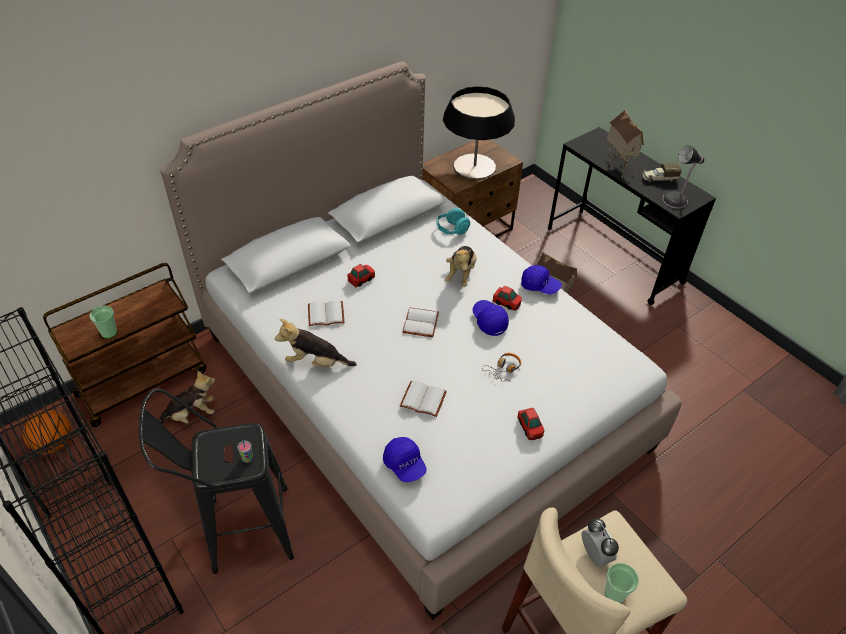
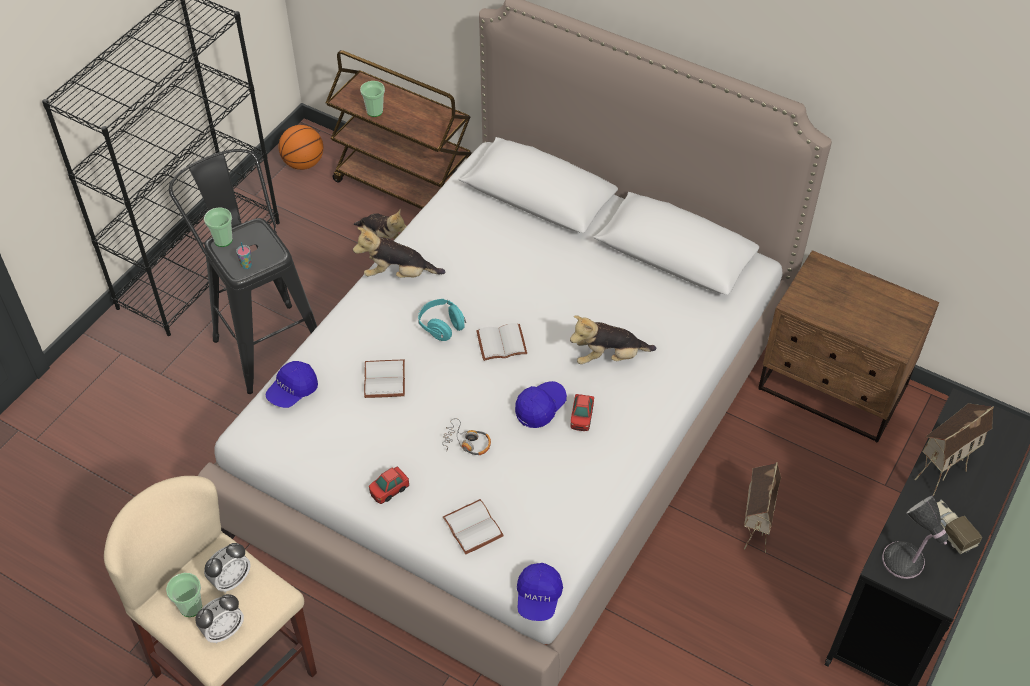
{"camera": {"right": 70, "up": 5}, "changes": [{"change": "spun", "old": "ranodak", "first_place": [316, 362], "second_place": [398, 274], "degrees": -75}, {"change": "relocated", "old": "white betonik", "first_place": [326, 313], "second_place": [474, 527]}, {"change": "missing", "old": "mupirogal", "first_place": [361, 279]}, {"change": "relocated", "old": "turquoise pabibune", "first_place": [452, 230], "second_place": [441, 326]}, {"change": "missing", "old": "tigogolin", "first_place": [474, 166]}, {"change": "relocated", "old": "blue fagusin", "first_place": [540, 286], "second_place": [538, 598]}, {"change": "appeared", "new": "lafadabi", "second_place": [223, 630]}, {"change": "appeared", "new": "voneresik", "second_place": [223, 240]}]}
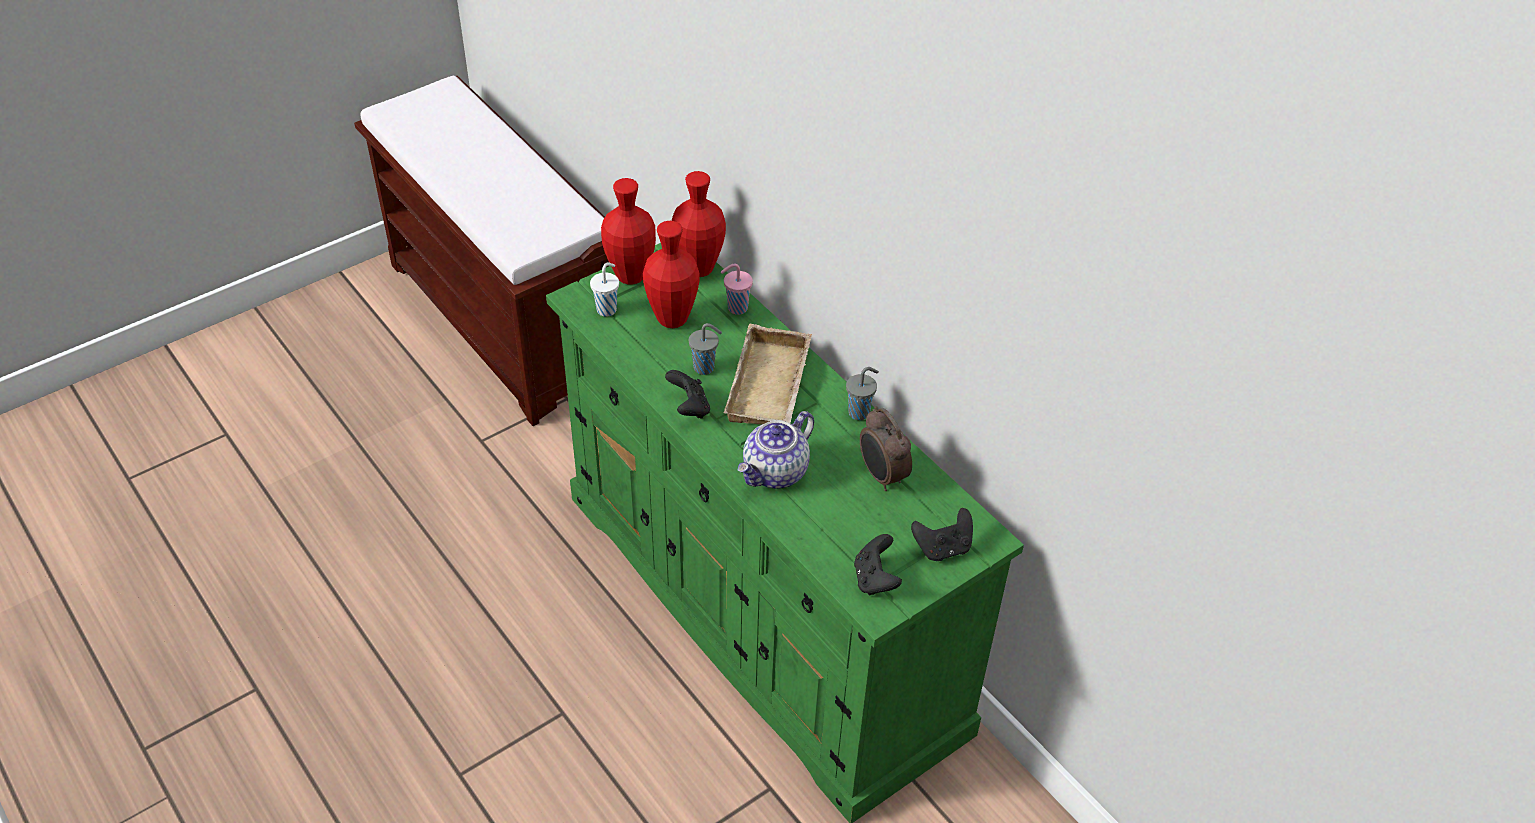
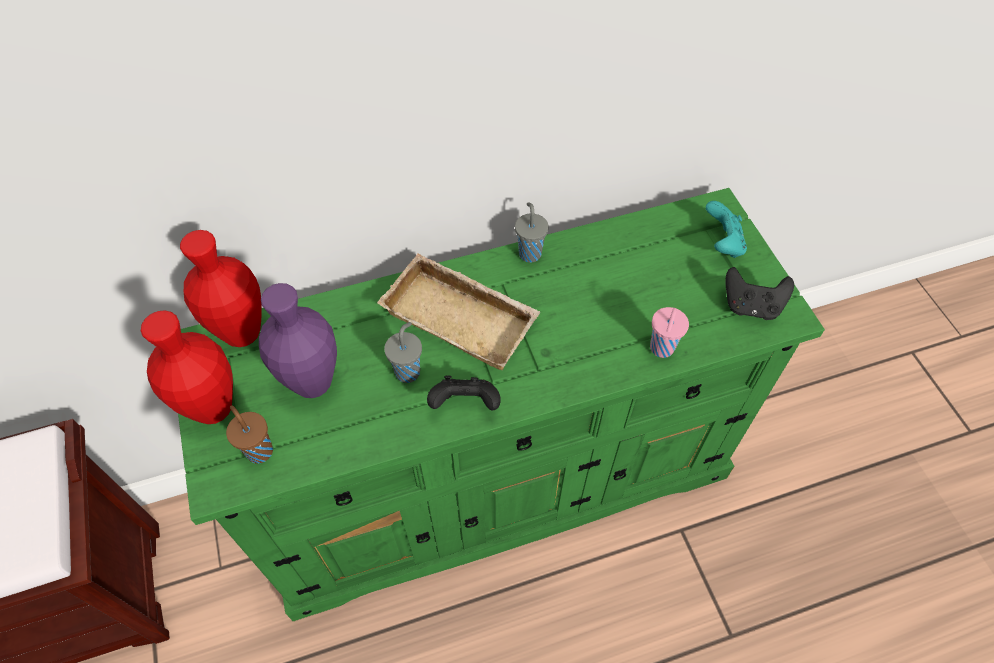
{"camera": {"right": -70, "up": 10}, "changes": [{"change": "colour", "old": "white voneresik", "new": "brown voneresik", "first_place": [607, 309], "second_place": [259, 450]}, {"change": "colour", "old": "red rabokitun", "new": "purple rabokitun", "first_place": [672, 319], "second_place": [313, 383]}, {"change": "relocated", "old": "pink voneresik", "first_place": [736, 308], "second_place": [661, 349]}, {"change": "missing", "old": "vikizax", "first_place": [776, 472]}, {"change": "missing", "old": "lafadabi", "first_place": [881, 476]}, {"change": "colour", "old": "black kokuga", "new": "turquoise kokuga", "first_place": [942, 548], "second_place": [722, 244]}]}
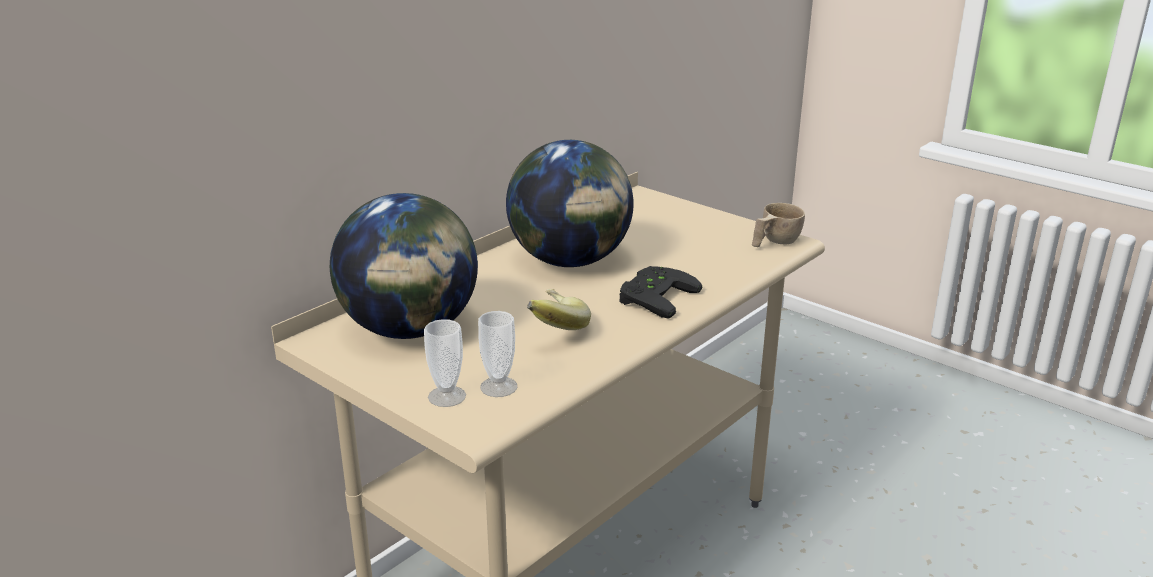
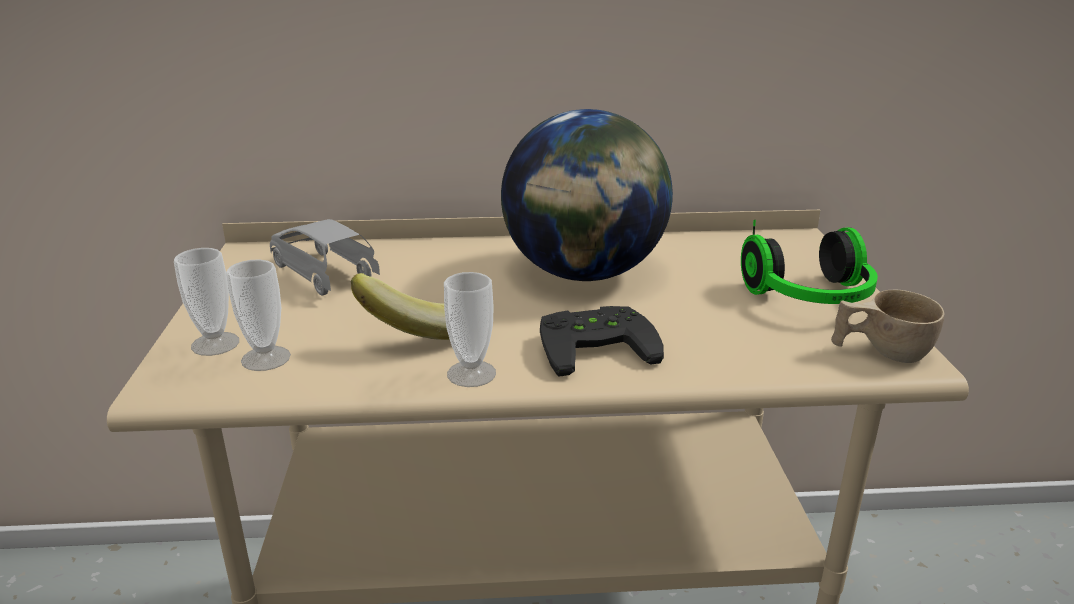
{"camera": {"right": 45, "up": 0}, "changes": [{"change": "exchanged", "old": "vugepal", "new": "grey mupirogal", "first_place": [410, 330], "second_place": [323, 274]}, {"change": "appeared", "new": "voneresik", "second_place": [471, 374]}, {"change": "appeared", "new": "pabibune", "second_place": [811, 299]}]}
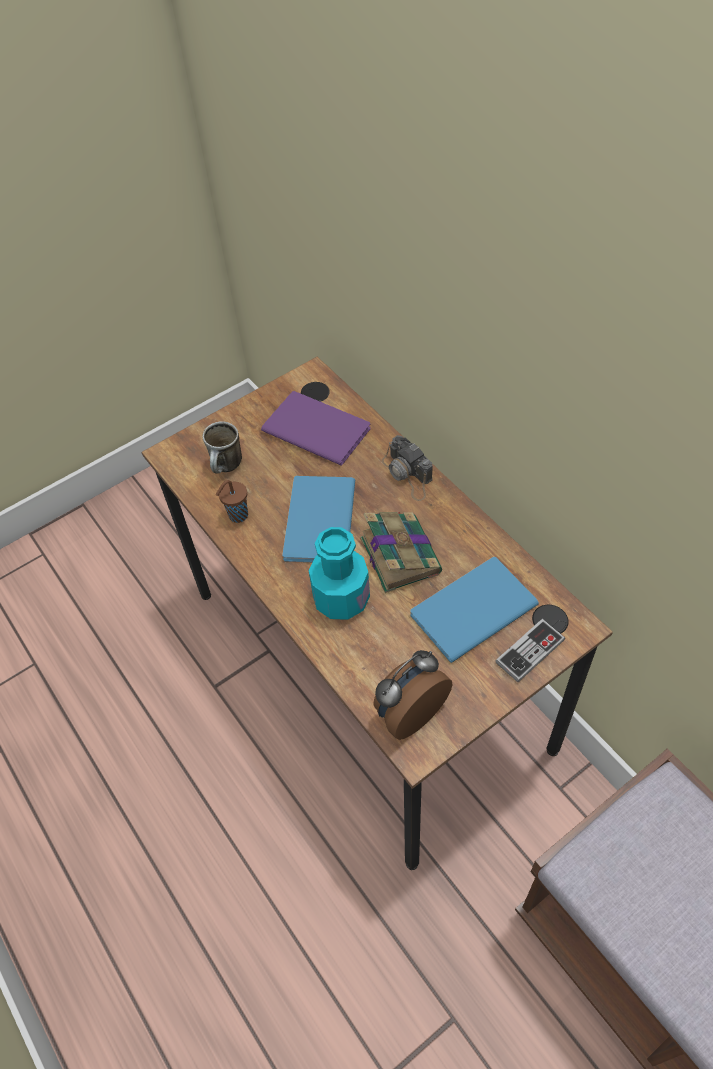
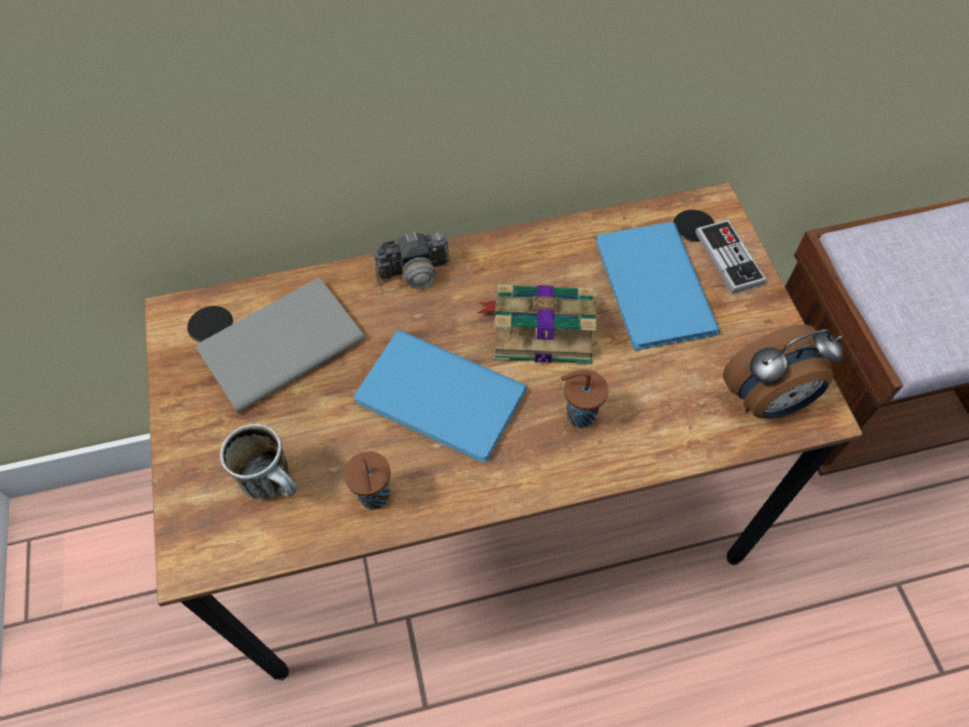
{"camera": {"right": -70, "up": 5}, "changes": [{"change": "colour", "old": "purple betonik", "new": "grey betonik", "first_place": [315, 427], "second_place": [276, 344]}, {"change": "exchanged", "old": "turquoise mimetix", "new": "brown voneresik", "first_place": [341, 599], "second_place": [578, 415]}, {"change": "spun", "old": "lafadabi", "first_place": [409, 712], "second_place": [767, 401], "degrees": -90}]}
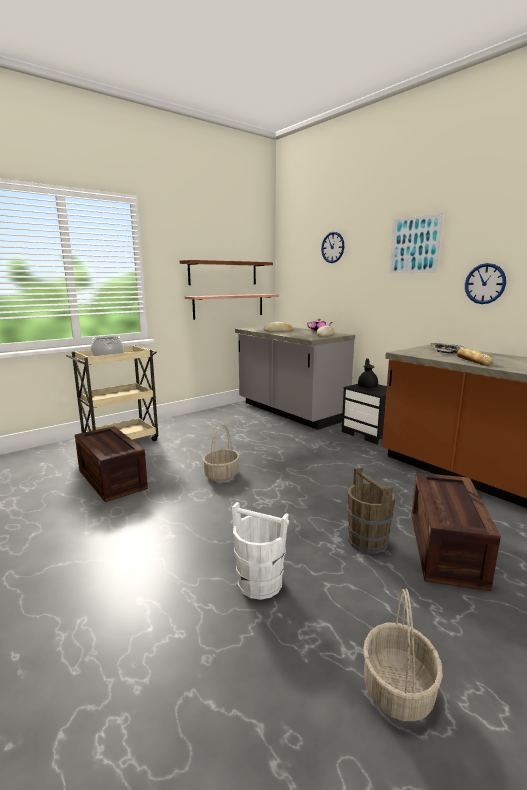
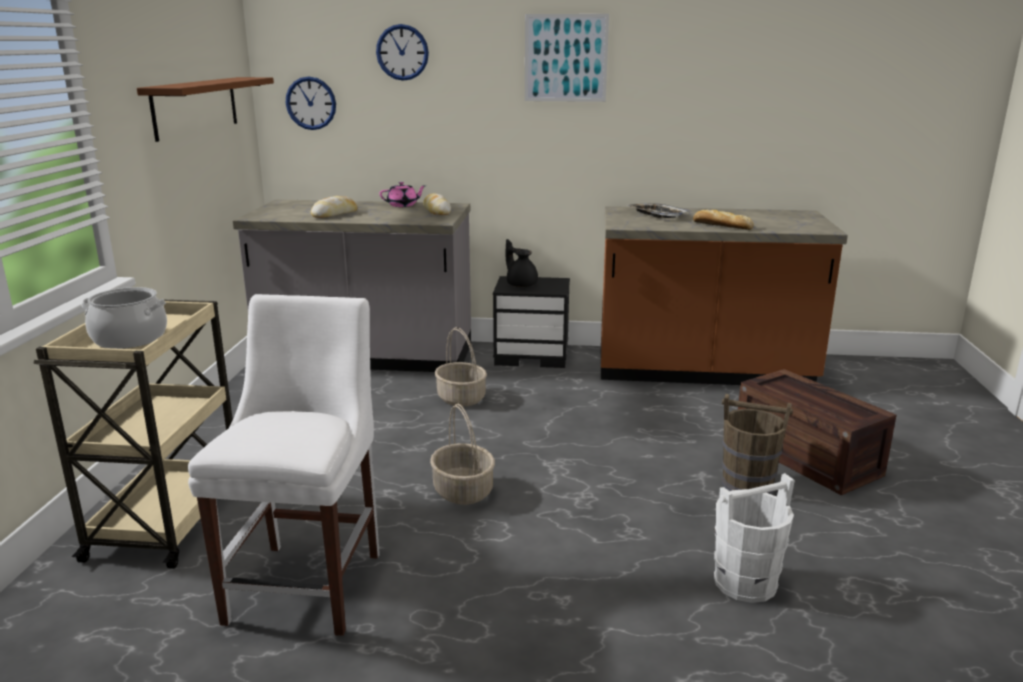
{"camera": {"right": -45, "up": 5}, "changes": [{"change": "exchanged", "old": "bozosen", "new": "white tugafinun", "first_place": [113, 479], "second_place": [309, 582]}, {"change": "missing", "old": "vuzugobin", "first_place": [229, 306]}, {"change": "relocated", "old": "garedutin", "first_place": [399, 690], "second_place": [462, 398]}, {"change": "relocated", "old": "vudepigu", "first_place": [485, 283], "second_place": [311, 103]}]}
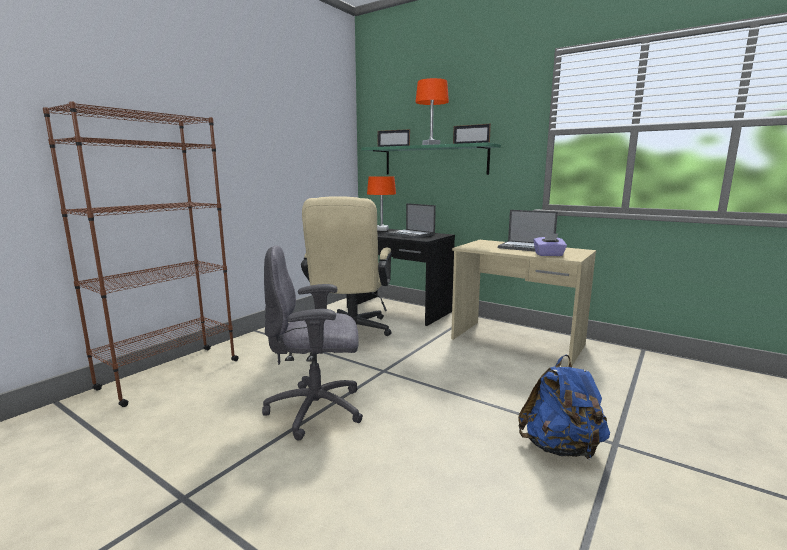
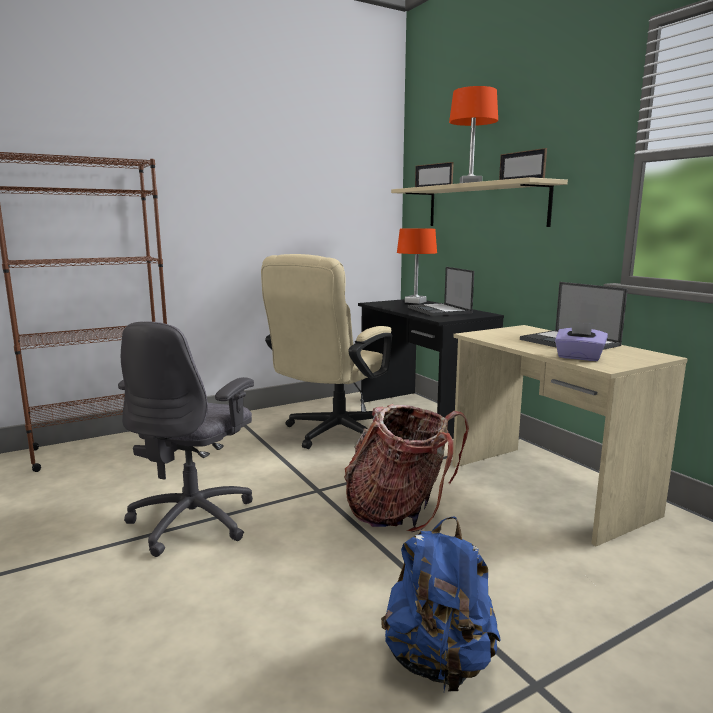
{"camera": {"right": 25, "up": 0}, "changes": [{"change": "spun", "old": "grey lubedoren", "first_place": [317, 410], "second_place": [194, 520], "degrees": -90}, {"change": "colour", "old": "green vuzugobin", "new": "beige vuzugobin", "first_place": [434, 160], "second_place": [484, 206]}, {"change": "appeared", "new": "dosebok", "second_place": [400, 511]}]}
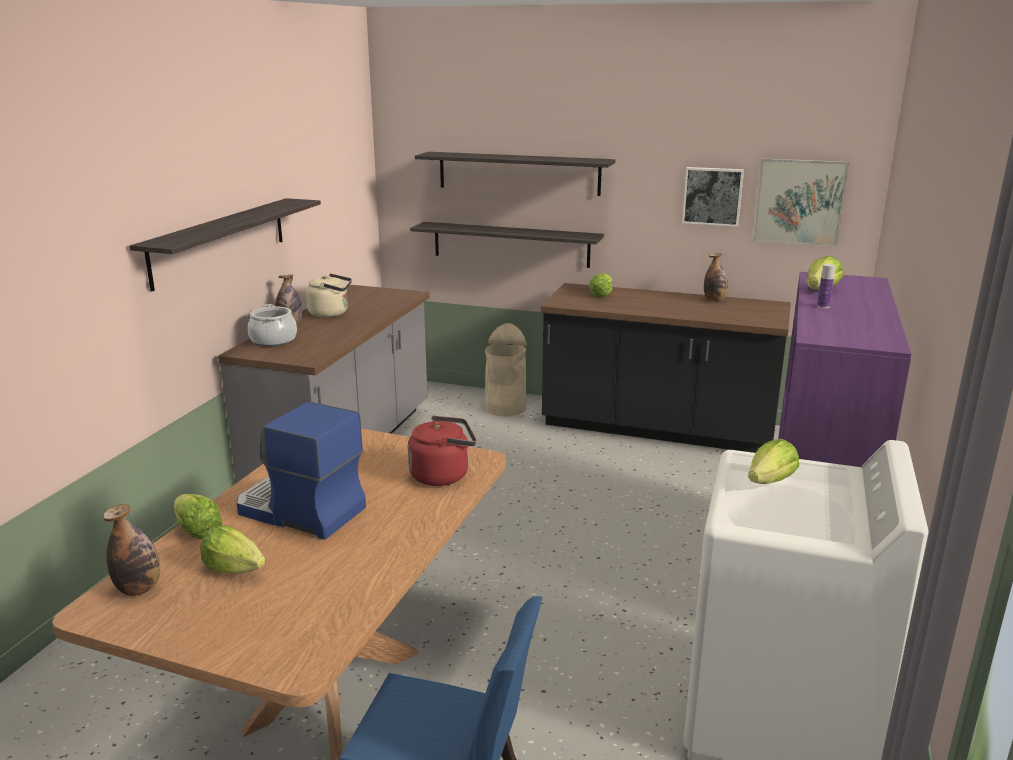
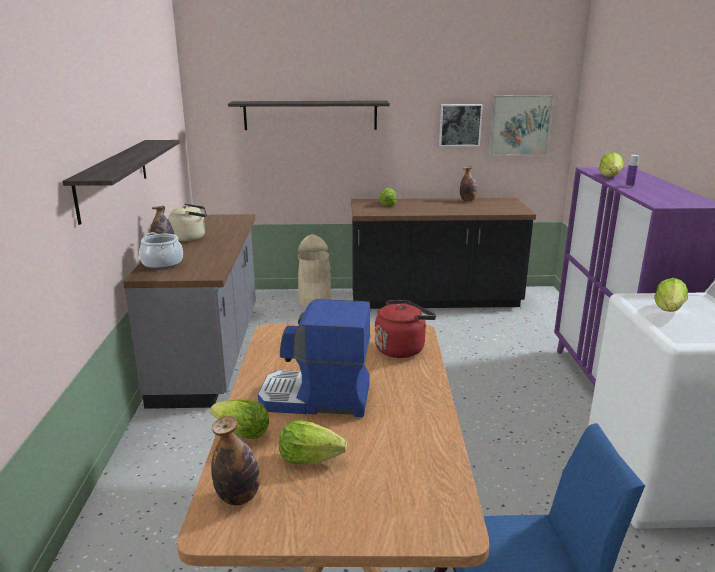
{"camera": {"right": -20, "up": 0}, "changes": [{"change": "missing", "old": "vuzugobin", "first_place": [510, 244]}]}
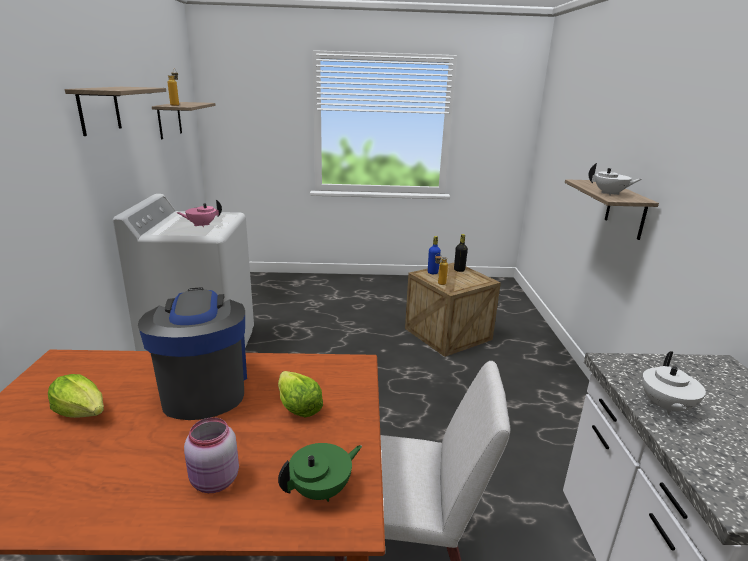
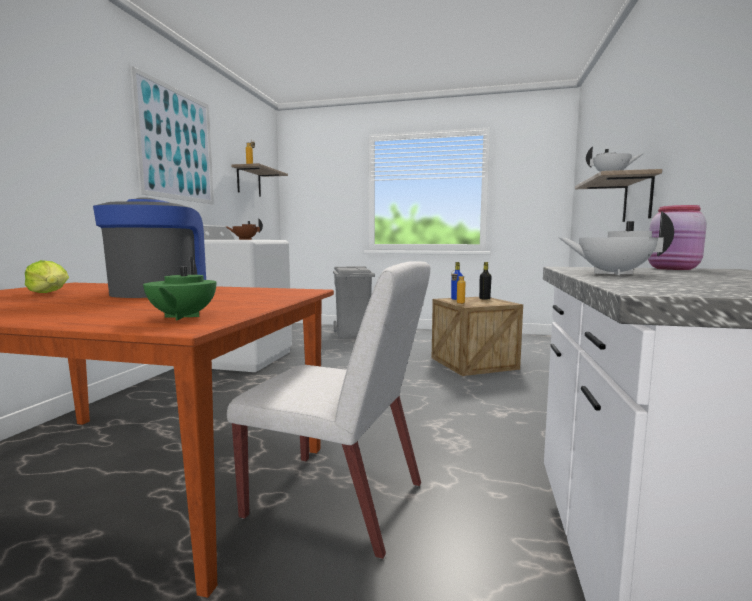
{"camera": {"right": 15, "up": -15}, "changes": [{"change": "exchanged", "old": "vuzugobin", "new": "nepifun", "first_place": [99, 110], "second_place": [177, 145]}, {"change": "colour", "old": "pink vikizax", "new": "brown vikizax", "first_place": [201, 225], "second_place": [245, 239]}, {"change": "relocated", "old": "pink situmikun", "first_place": [215, 481], "second_place": [674, 269]}, {"change": "missing", "old": "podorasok", "first_place": [298, 406]}, {"change": "spun", "old": "green vikizax", "first_place": [321, 490], "second_place": [182, 317], "degrees": 105}, {"change": "spun", "old": "white vikizax", "first_place": [665, 406], "second_place": [612, 273], "degrees": 75}, {"change": "appeared", "new": "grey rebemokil", "second_place": [353, 333]}]}
